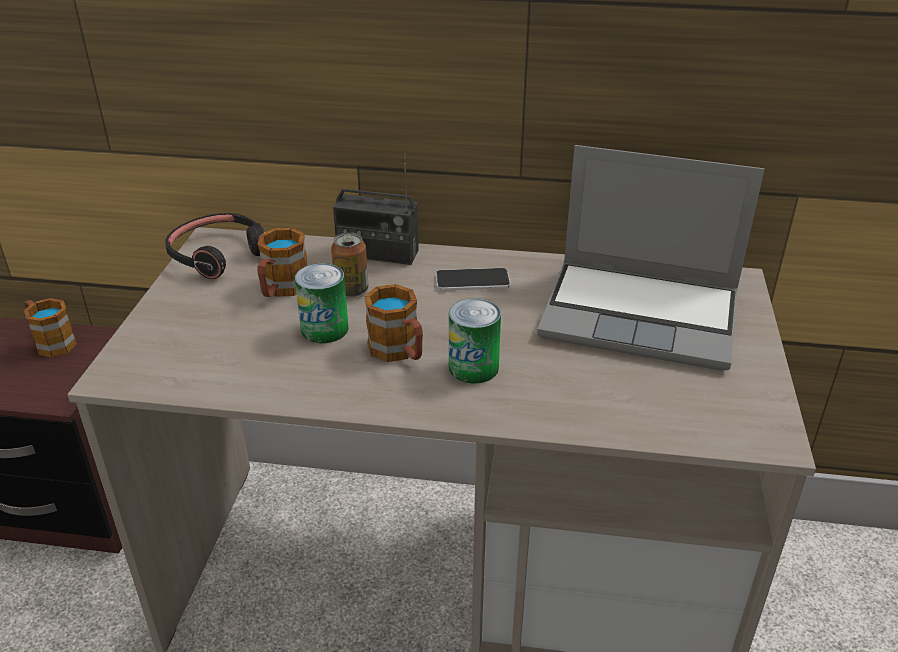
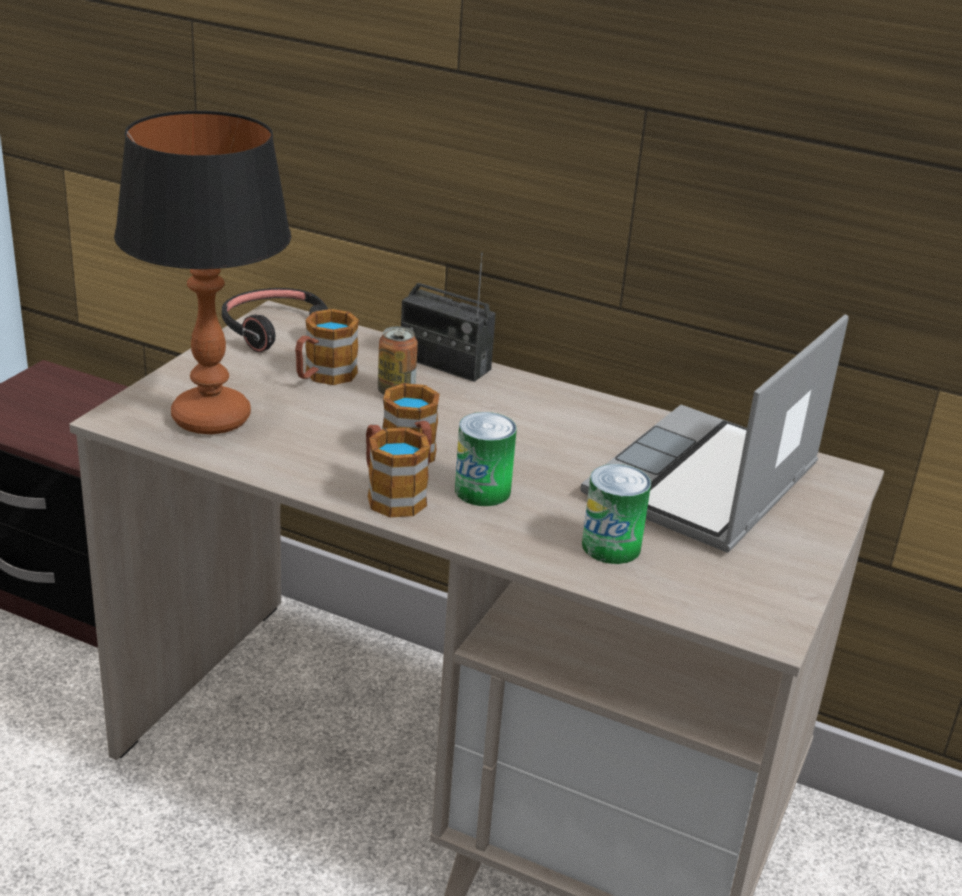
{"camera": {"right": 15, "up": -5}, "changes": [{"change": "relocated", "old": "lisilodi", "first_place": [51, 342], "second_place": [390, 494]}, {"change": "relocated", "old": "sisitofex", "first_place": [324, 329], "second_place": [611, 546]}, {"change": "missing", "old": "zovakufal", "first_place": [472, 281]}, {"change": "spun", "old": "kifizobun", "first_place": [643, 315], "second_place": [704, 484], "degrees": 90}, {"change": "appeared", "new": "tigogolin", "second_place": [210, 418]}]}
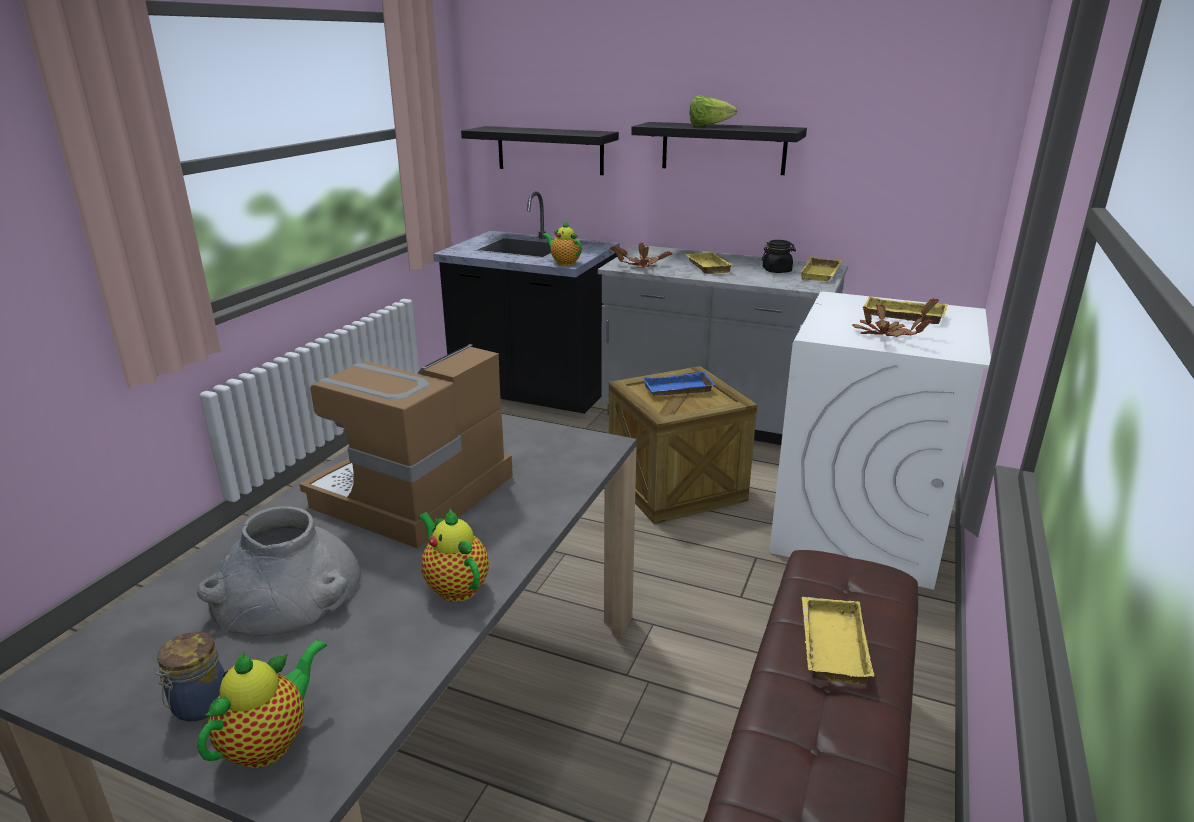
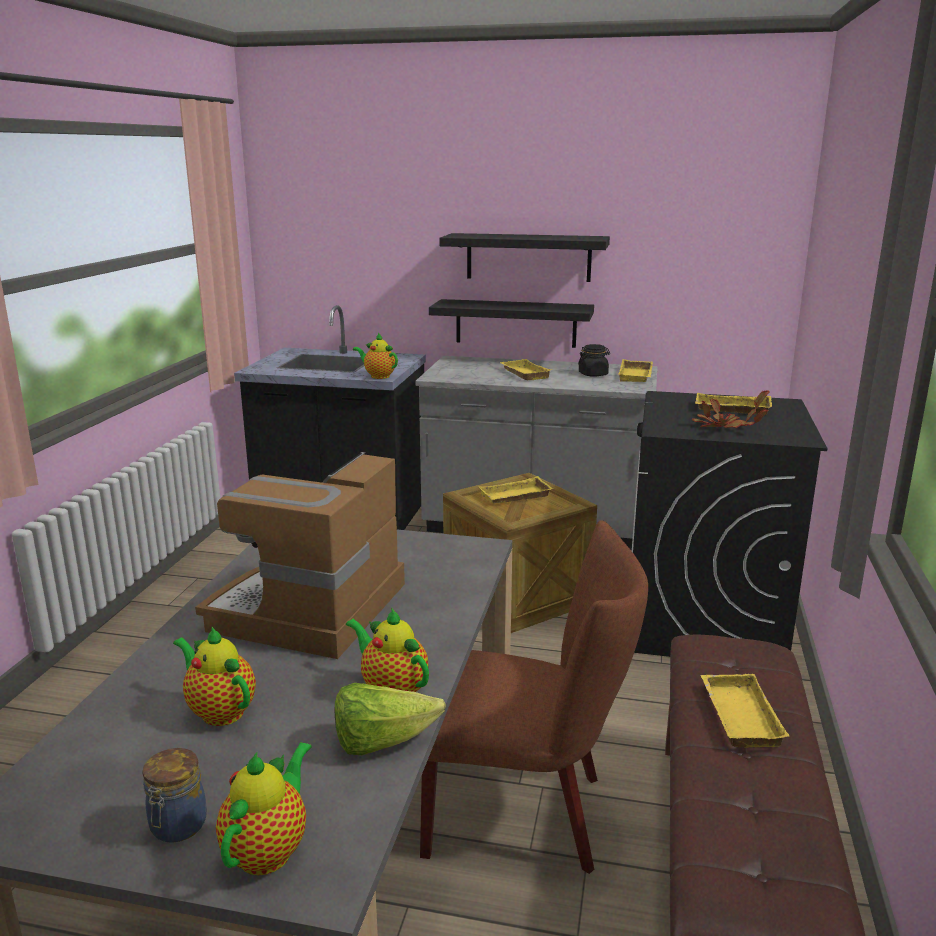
{"camera": {"right": -10, "up": -5}, "changes": [{"change": "exchanged", "old": "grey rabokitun", "new": "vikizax", "first_place": [287, 590], "second_place": [219, 711]}, {"change": "relocated", "old": "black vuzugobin", "first_place": [550, 150], "second_place": [515, 323]}, {"change": "missing", "old": "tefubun", "first_place": [640, 266]}, {"change": "colour", "old": "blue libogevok", "new": "yellow libogevok", "first_place": [678, 390], "second_place": [515, 497]}, {"change": "relocated", "old": "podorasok", "first_place": [708, 126], "second_place": [381, 742]}, {"change": "colour", "old": "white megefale", "new": "black megefale", "first_place": [857, 528], "second_place": [703, 620]}, {"change": "appeared", "new": "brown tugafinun", "second_place": [527, 813]}]}
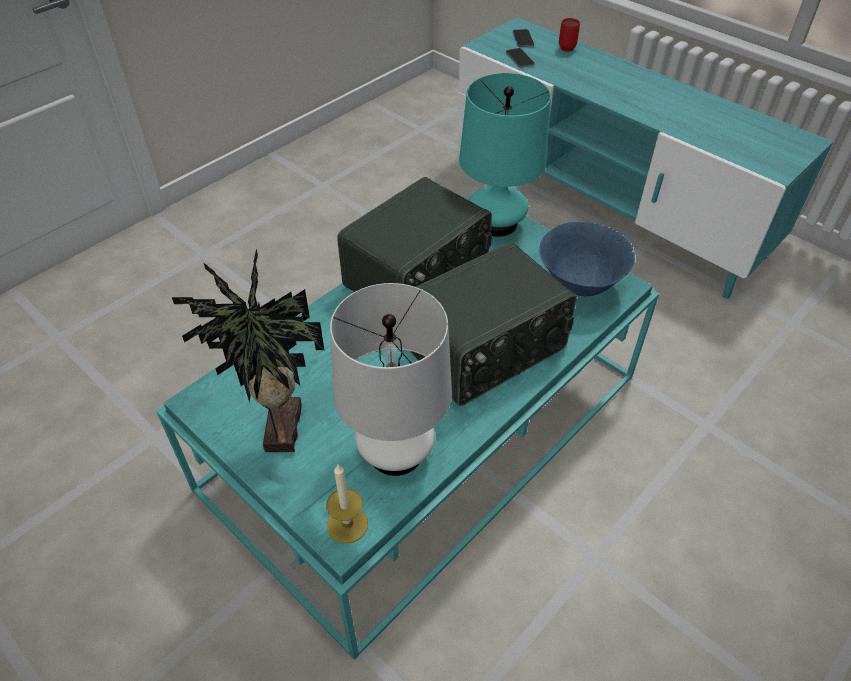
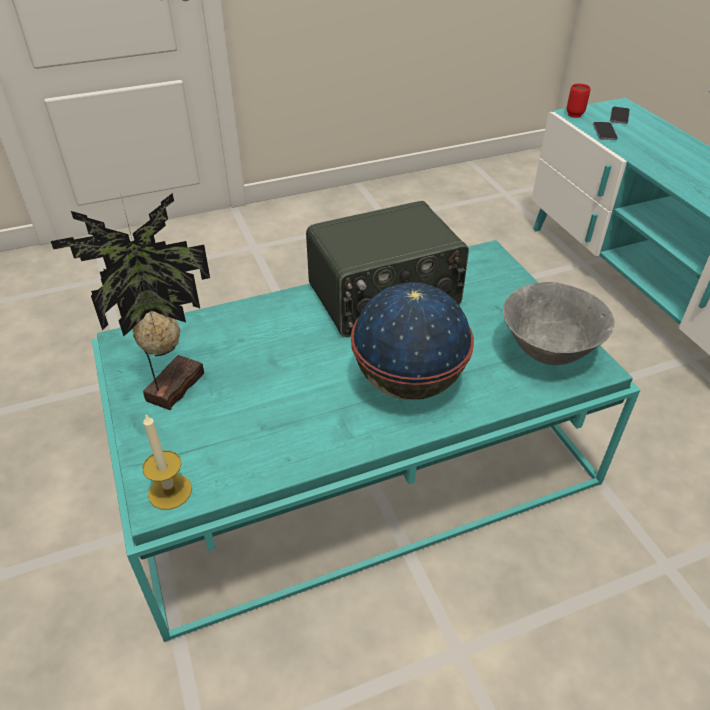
{"camera": {"right": 25, "up": -5}, "changes": [{"change": "missing", "old": "white tigogolin", "first_place": [395, 452]}, {"change": "exchanged", "old": "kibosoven", "new": "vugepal", "first_place": [486, 349], "second_place": [408, 382]}, {"change": "missing", "old": "turquoise tigogolin", "first_place": [497, 223]}, {"change": "colour", "old": "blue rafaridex", "new": "grey rafaridex", "first_place": [580, 284], "second_place": [548, 352]}, {"change": "relocated", "old": "red lisilodi", "first_place": [565, 47], "second_place": [574, 113]}]}
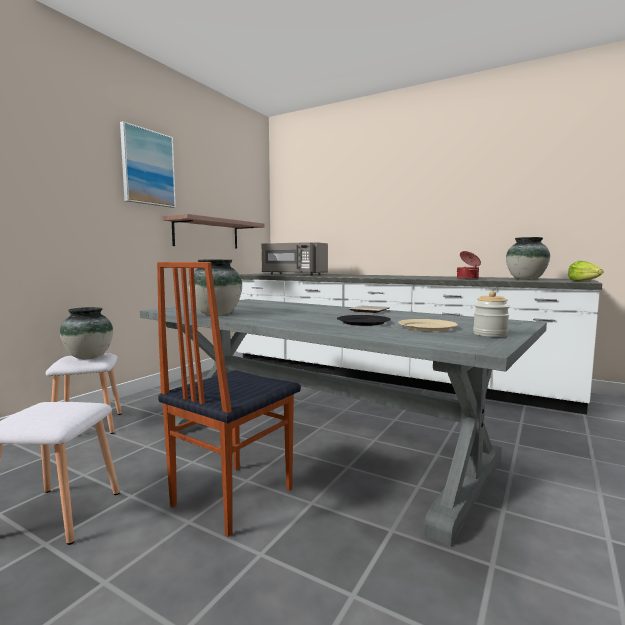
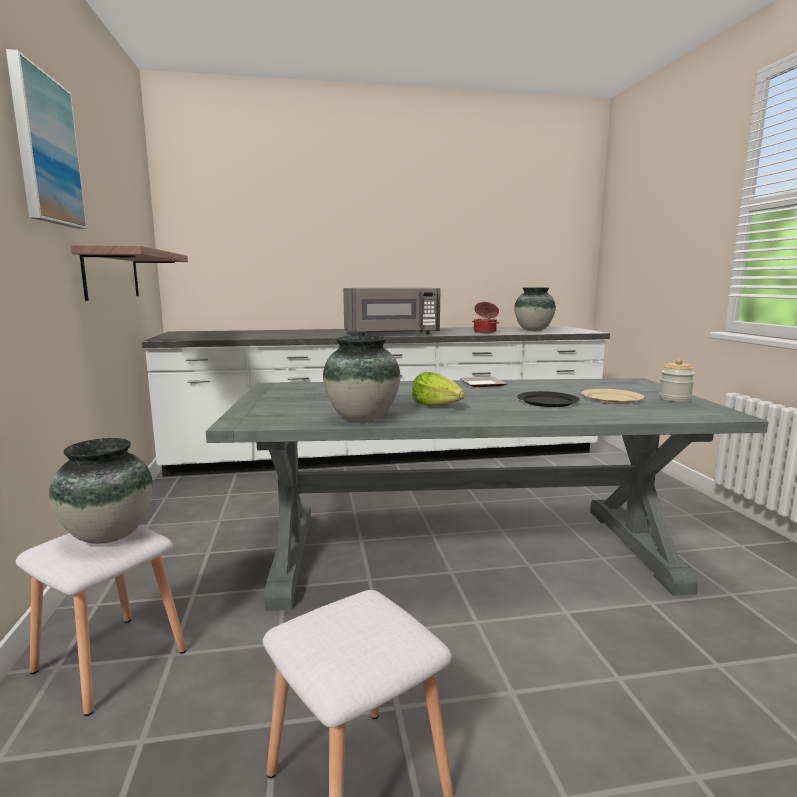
{"camera": {"right": -40, "up": 5}, "changes": [{"change": "missing", "old": "tugafinun", "first_place": [231, 497]}, {"change": "relocated", "old": "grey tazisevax", "first_place": [293, 274], "second_place": [392, 334]}, {"change": "relocated", "old": "podorasok", "first_place": [585, 281], "second_place": [437, 406]}]}
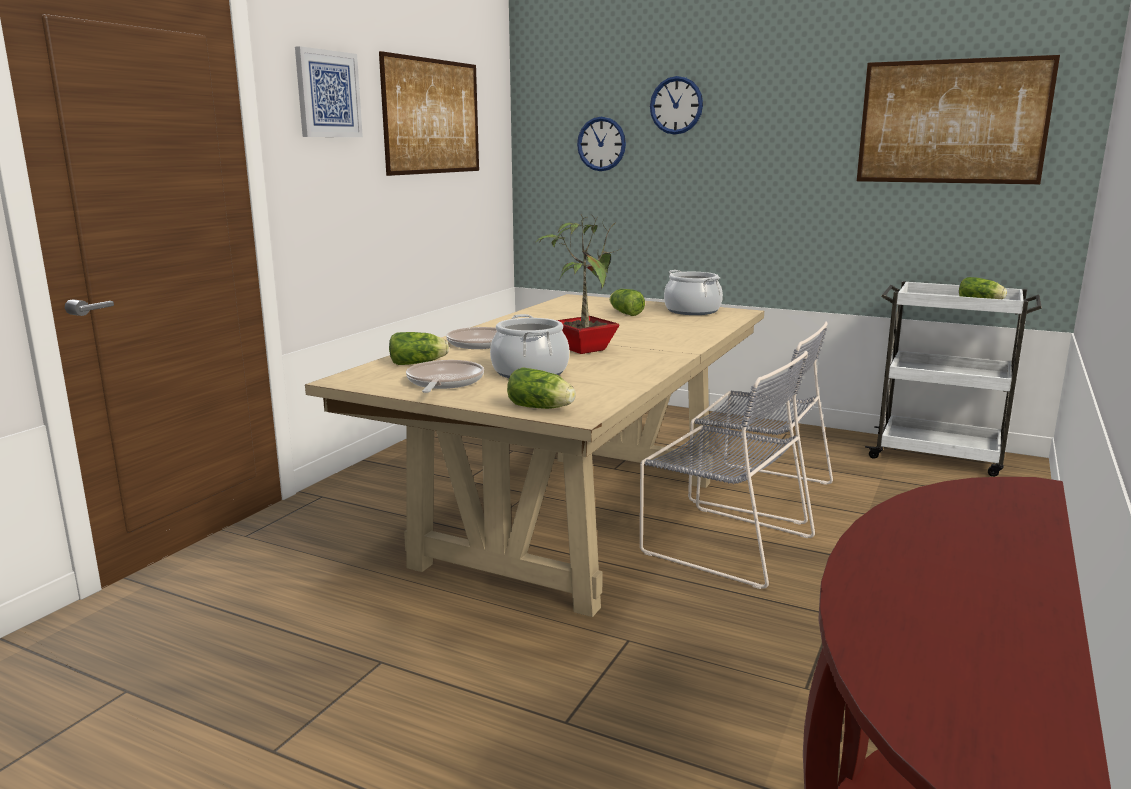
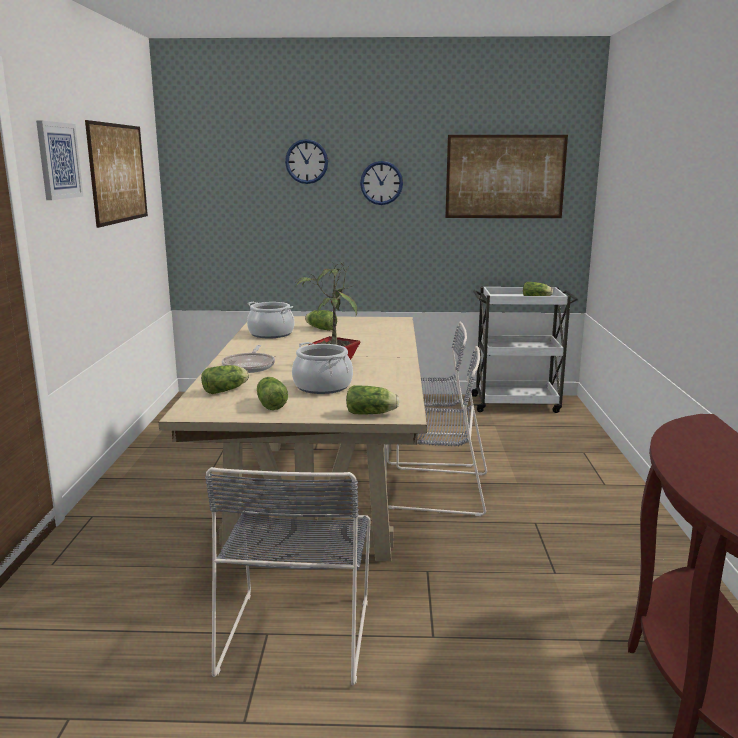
{"camera": {"right": -25, "up": 0}, "changes": [{"change": "exchanged", "old": "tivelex", "new": "podorasok", "first_place": [443, 382], "second_place": [271, 404]}, {"change": "relocated", "old": "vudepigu", "first_place": [601, 144], "second_place": [381, 183]}, {"change": "relocated", "old": "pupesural", "first_place": [692, 311], "second_place": [271, 334]}, {"change": "appeared", "new": "grey tugafinun", "second_place": [297, 631]}]}
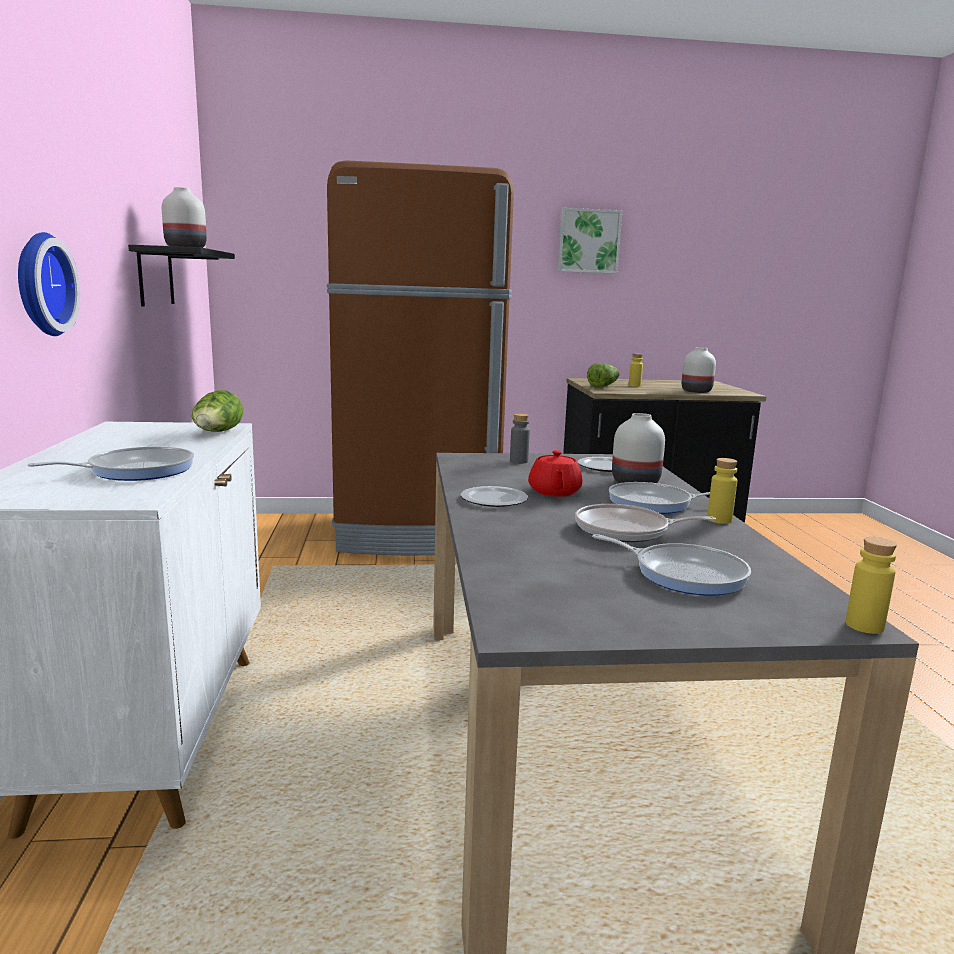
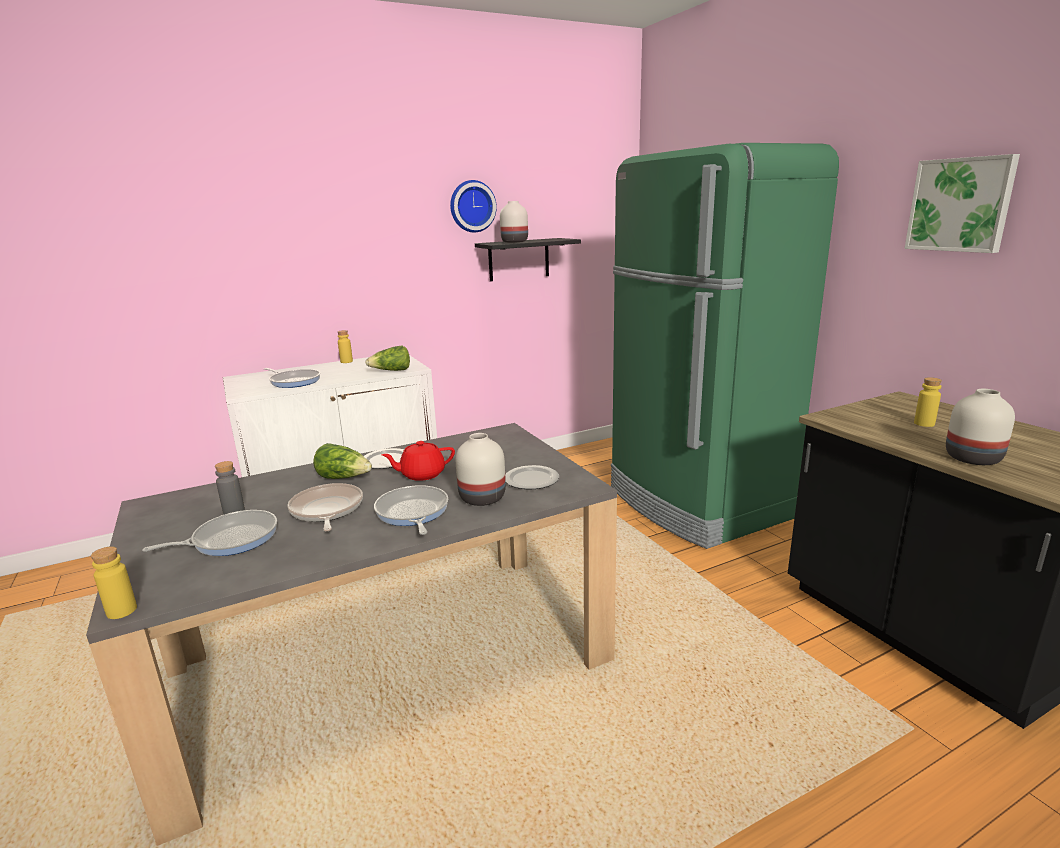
{"camera": {"right": 70, "up": 5}, "changes": [{"change": "relocated", "old": "vudepigu", "first_place": [40, 284], "second_place": [472, 206]}, {"change": "colour", "old": "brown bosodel", "new": "green bosodel", "first_place": [418, 533], "second_place": [695, 503]}, {"change": "relocated", "old": "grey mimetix", "first_place": [518, 461], "second_place": [234, 511]}, {"change": "relocated", "old": "podorasok", "first_place": [603, 386], "second_place": [344, 478]}, {"change": "spun", "old": "tivelex", "first_place": [684, 574], "second_place": [231, 539], "degrees": -135}, {"change": "relocated", "old": "yellow mimetix", "first_place": [719, 520], "second_place": [346, 361]}]}
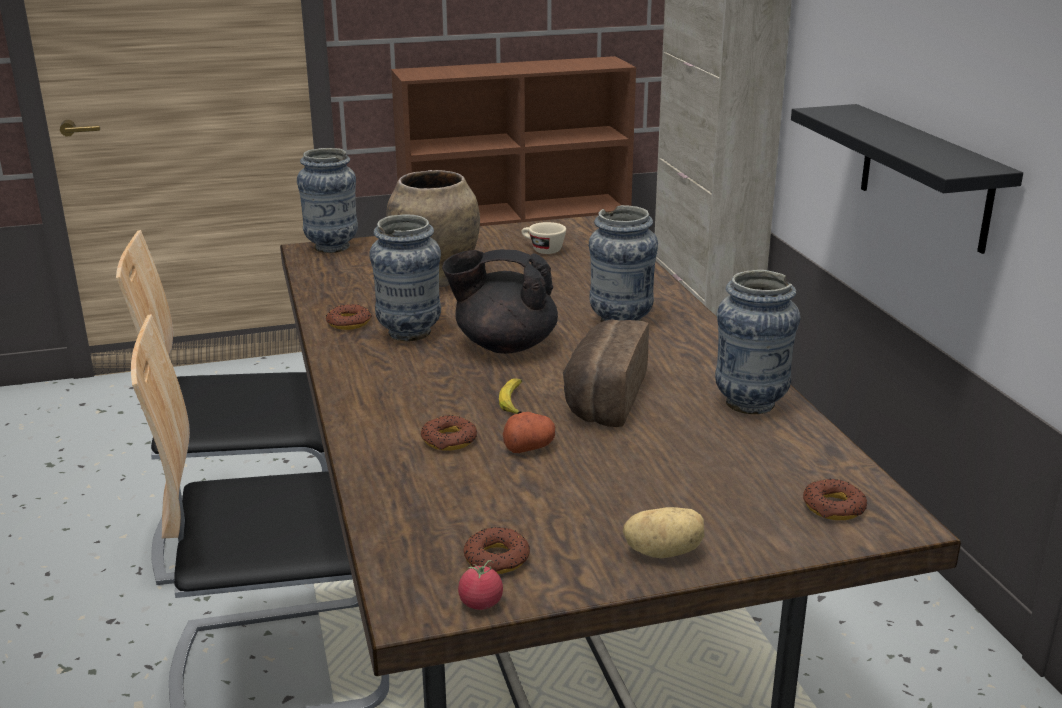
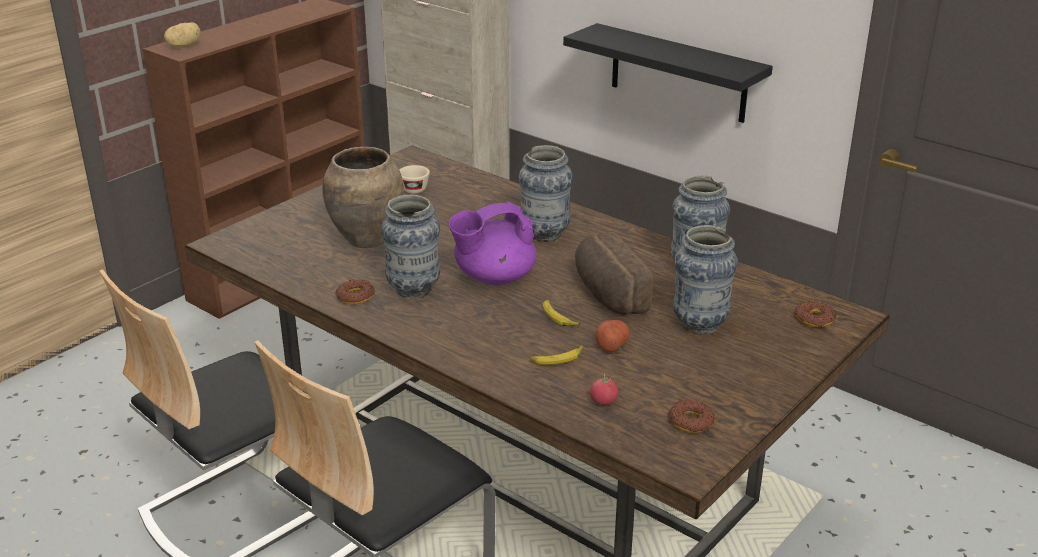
{"camera": {"right": -35, "up": 5}, "changes": [{"change": "relocated", "old": "rabokitun", "first_place": [332, 247], "second_place": [700, 325]}, {"change": "exchanged", "old": "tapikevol", "new": "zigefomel", "first_place": [449, 440], "second_place": [557, 359]}, {"change": "colour", "old": "black vikizax", "new": "purple vikizax", "first_place": [504, 345], "second_place": [493, 277]}, {"change": "relocated", "old": "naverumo", "first_place": [481, 603], "second_place": [603, 401]}, {"change": "relocated", "old": "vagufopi", "first_place": [663, 552], "second_place": [184, 46]}]}
